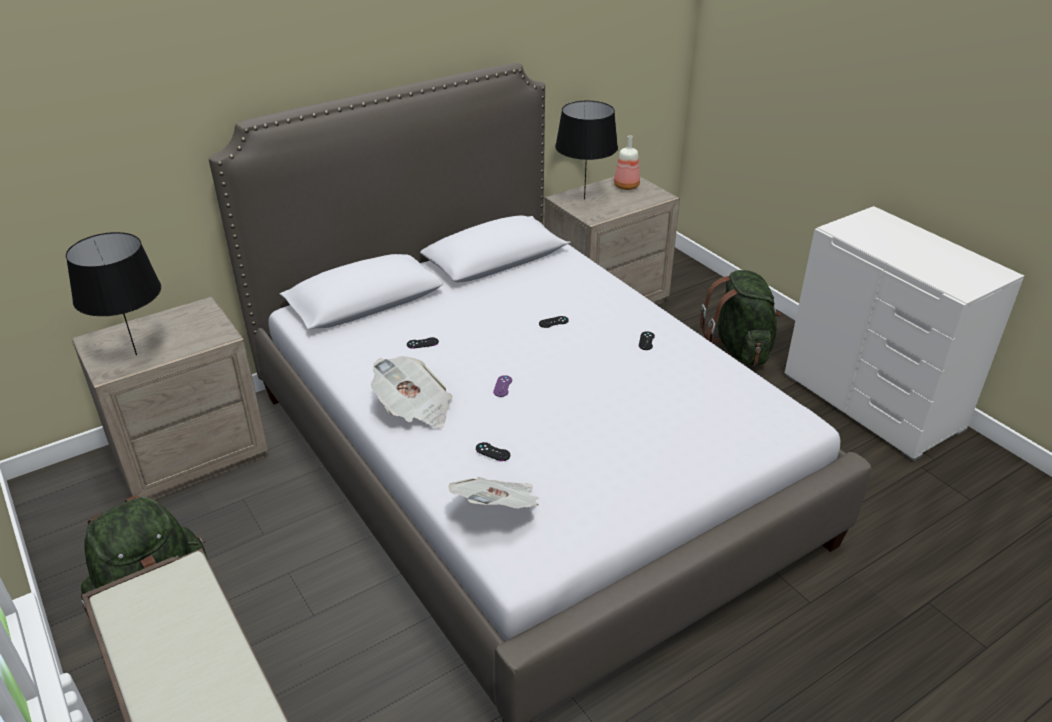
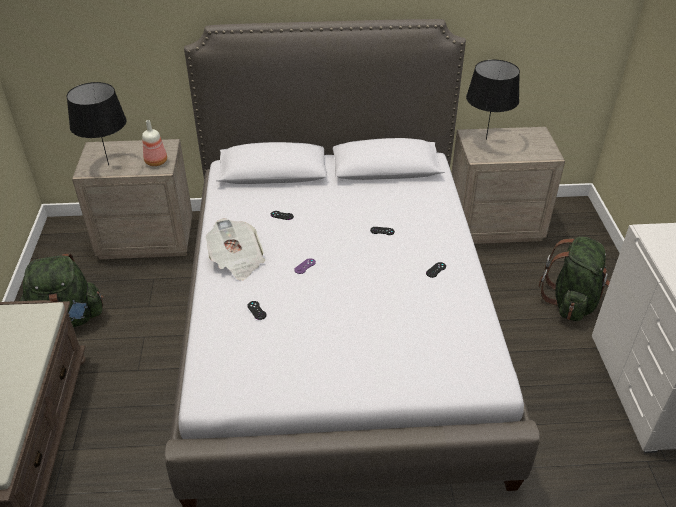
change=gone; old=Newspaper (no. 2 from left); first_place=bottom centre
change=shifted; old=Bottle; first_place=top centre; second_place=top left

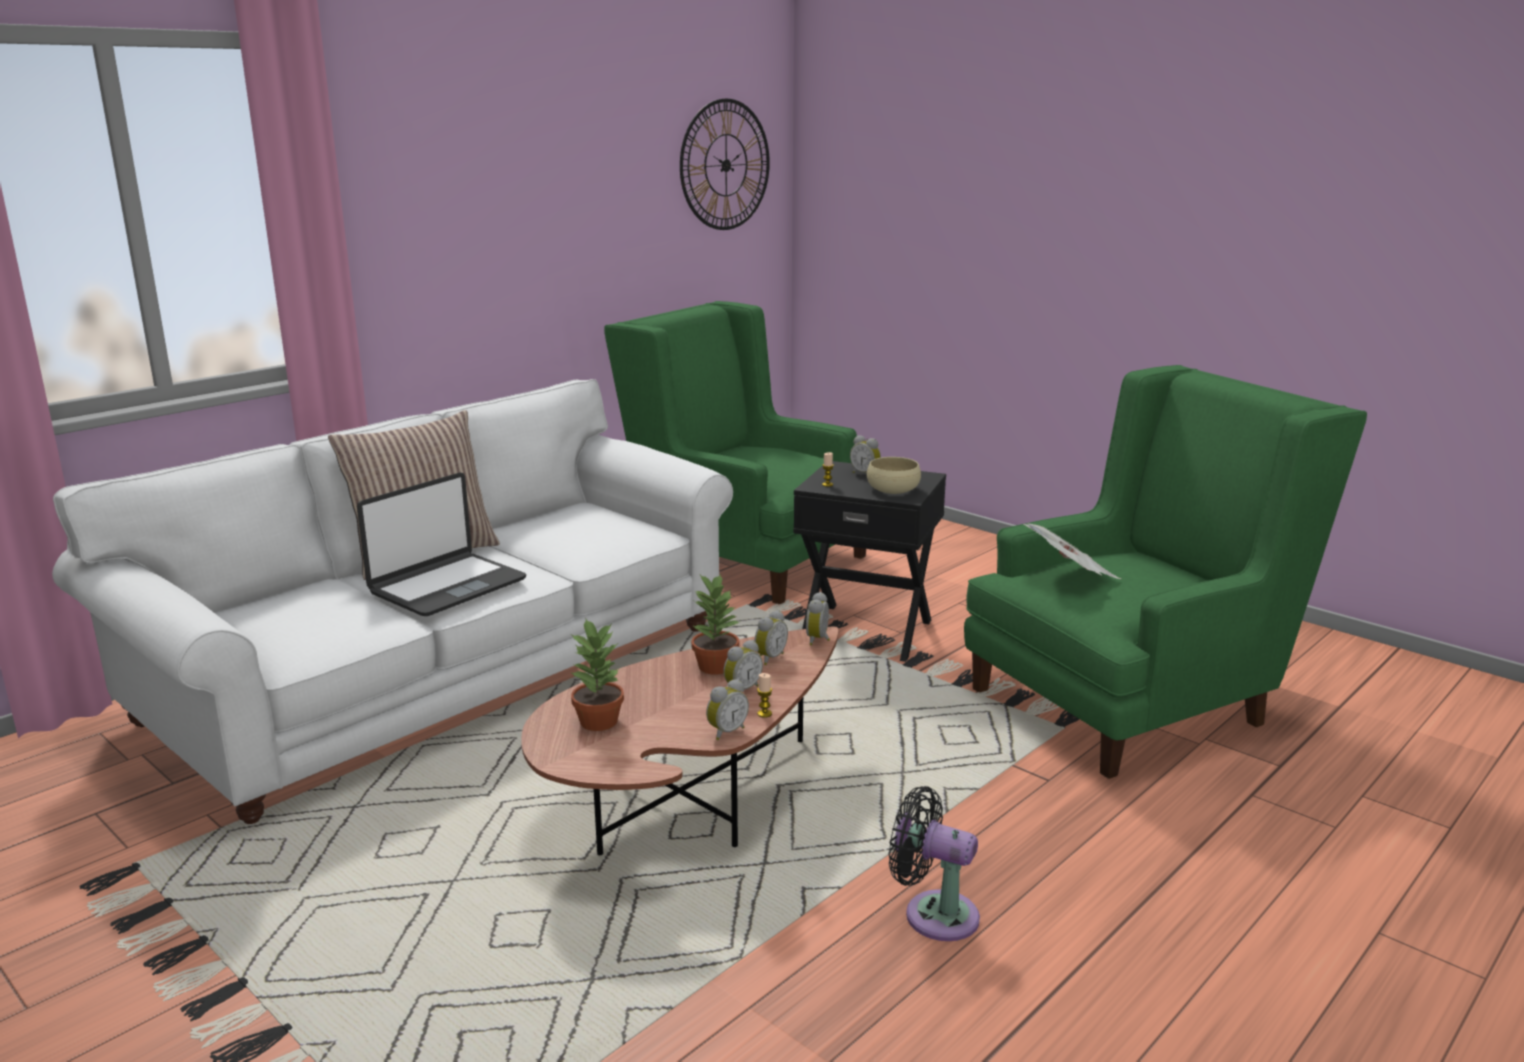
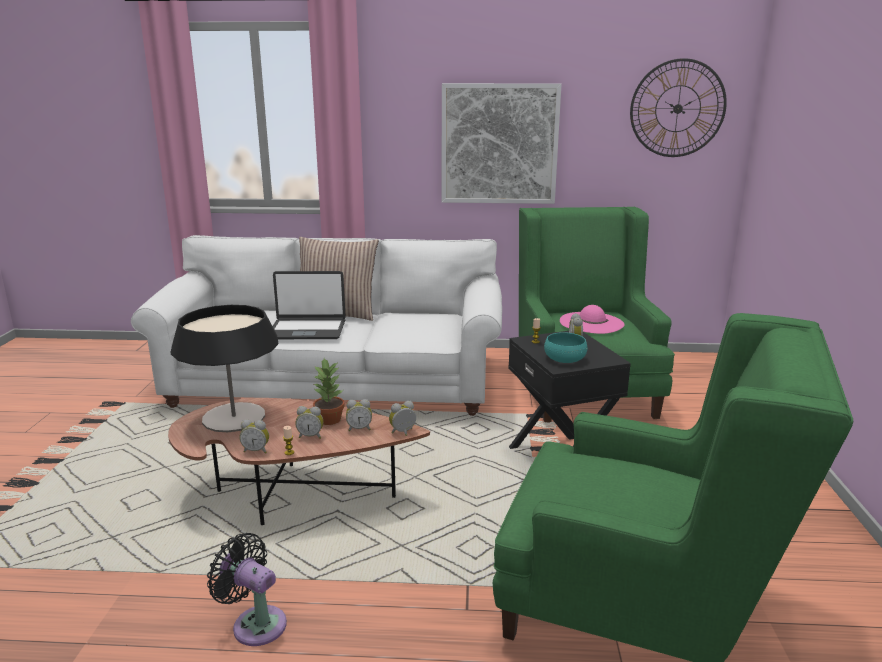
change=gone; old=Newspaper; first_place=middle right
change=new; new=Picture; second_place=top centre
change=new; new=PinkHat; second_place=middle right
change=swapped; old=PottedPlant (no. 1 from left); new=TableLamp; first_place=centre; second_place=middle left
change=repainted; old=BeigeBowl; new=TurquoiseBowl; first_place=centre; second_place=centre
change=rotated; old=BlackFan; first_place=bottom centre; second_place=bottom left; degrees=-45

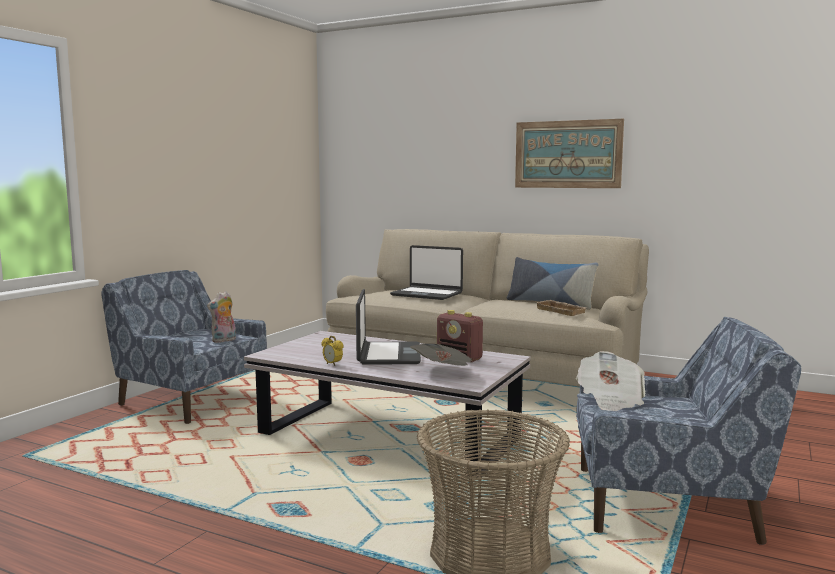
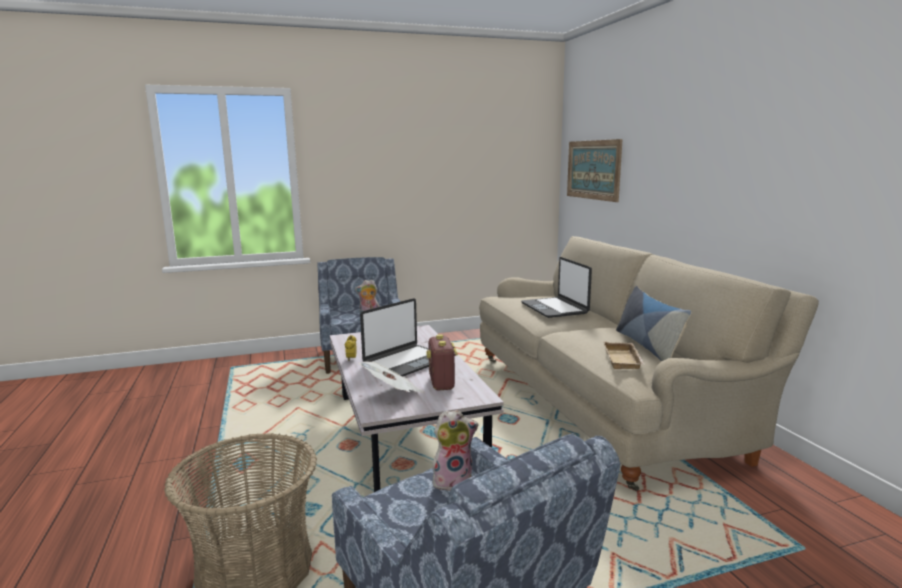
change=shifted; old=Picture; first_place=top right; second_place=top centre
change=swapped; old=Newspaper (no. 2 from left); new=PlushToy (no. 2 from left); first_place=middle right; second_place=bottom centre

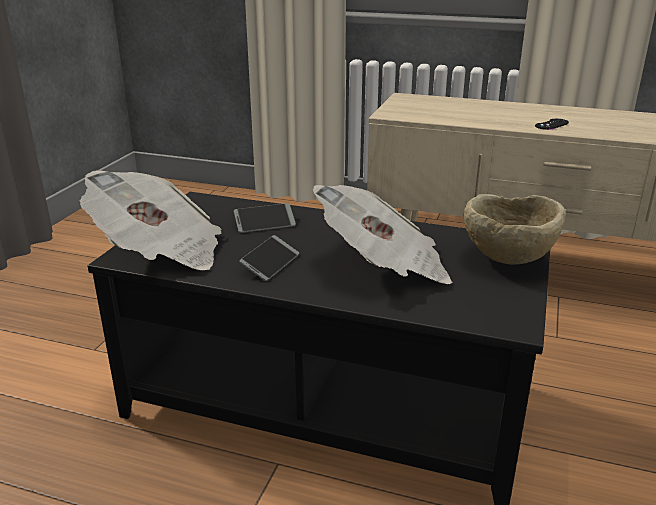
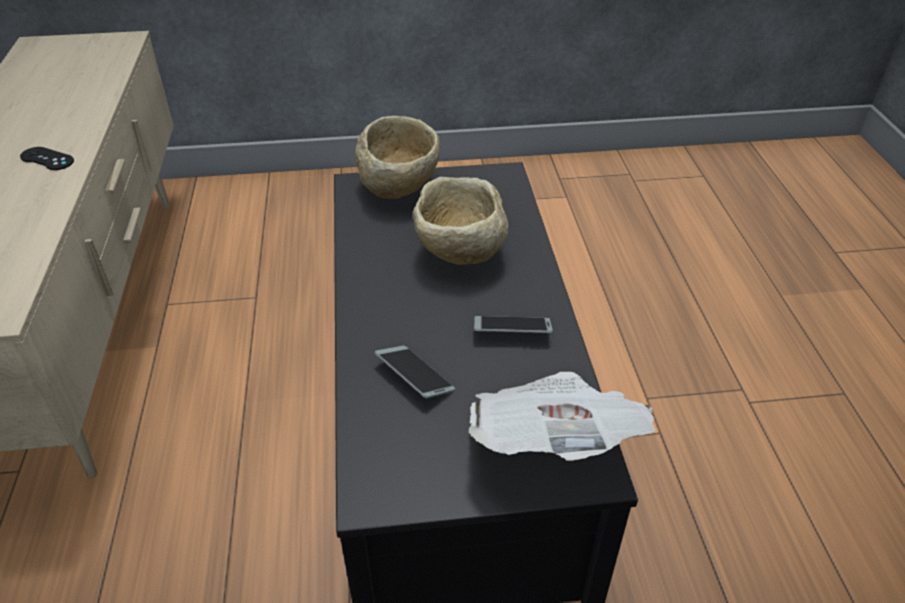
change=swapped; old=Newspaper (no. 2 from left); new=BeigeBowl (no. 2 from left); first_place=centre; second_place=centre

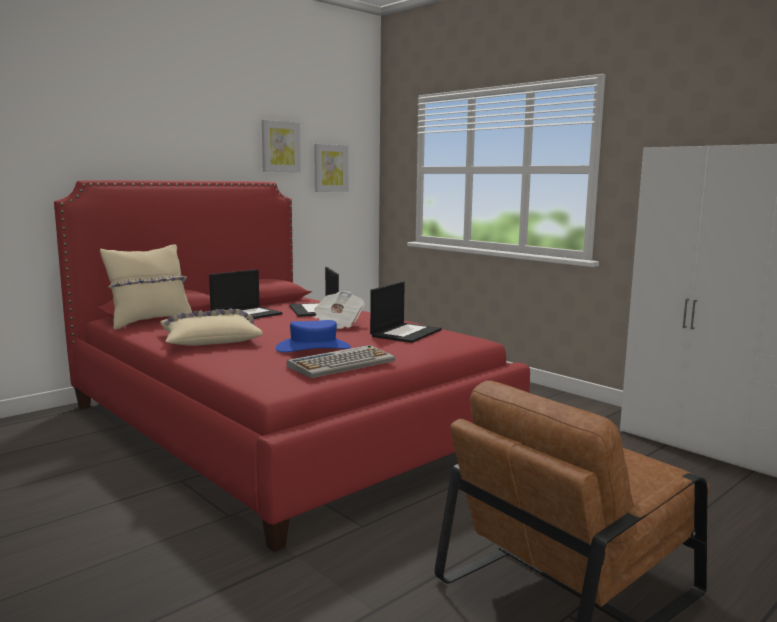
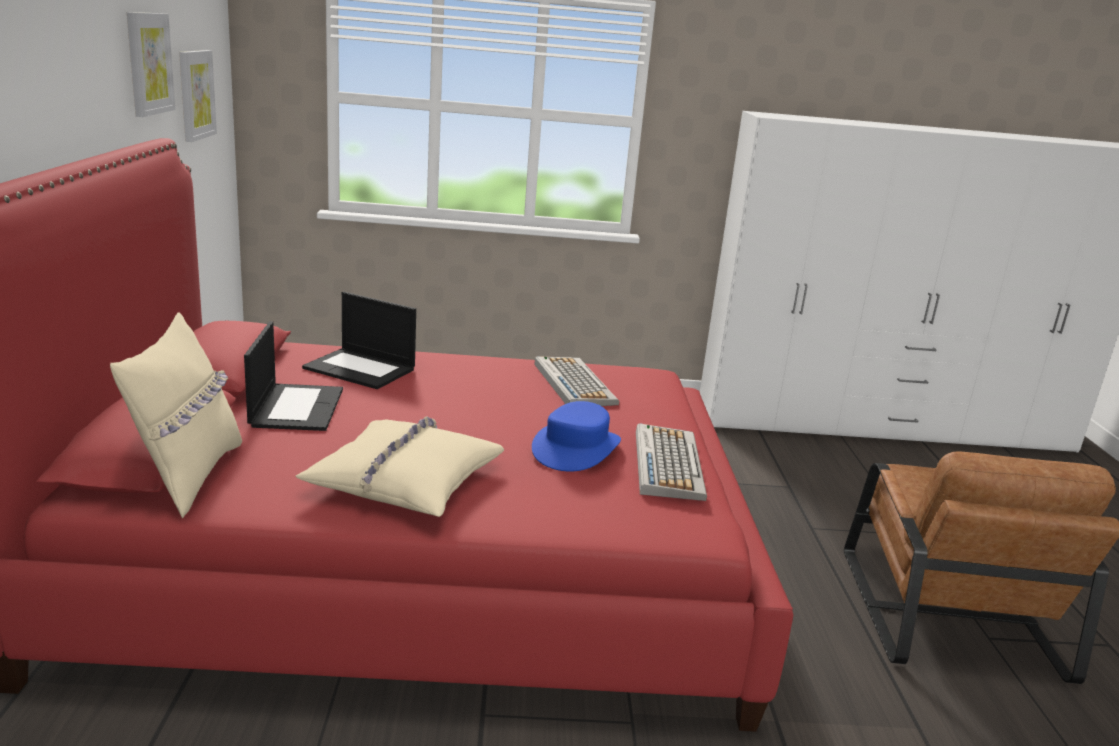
change=gone; old=Newspaper; first_place=centre
change=swapped; old=Laptop (no. 3 from left); new=Keyboard (no. 1 from left); first_place=centre; second_place=centre

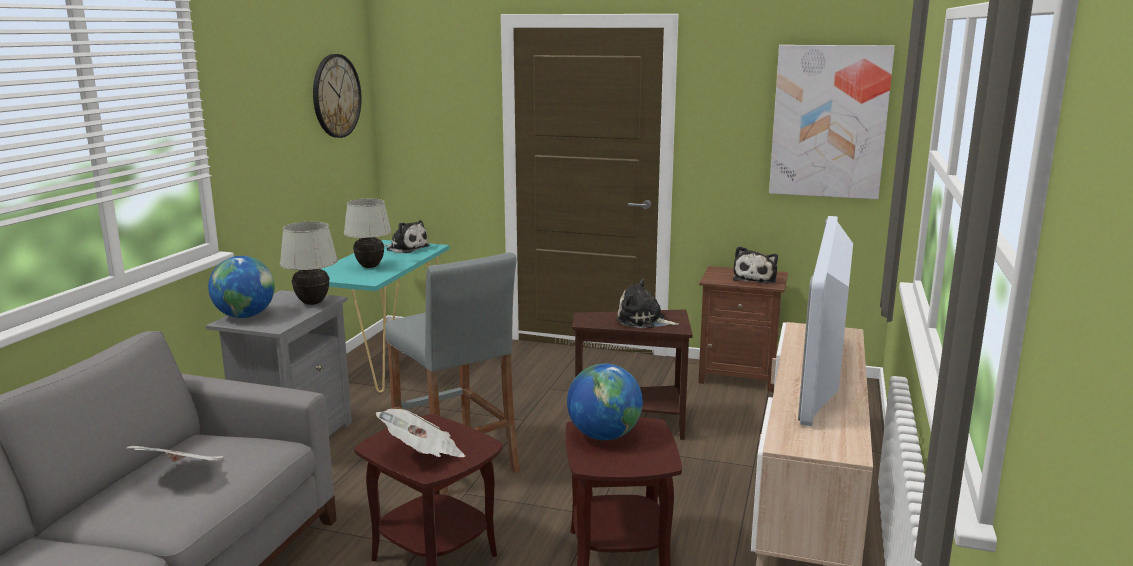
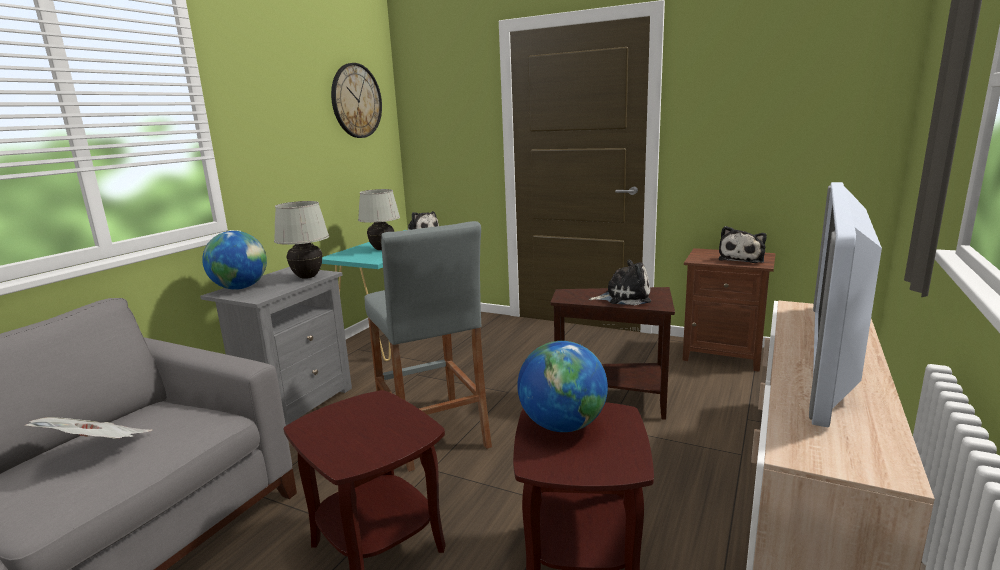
change=gone; old=Newspaper (no. 2 from left); first_place=bottom centre
change=gone; old=Picture; first_place=top right
change=rotated; old=PlushToy (no. 2 from left); first_place=centre; second_place=centre; degrees=150

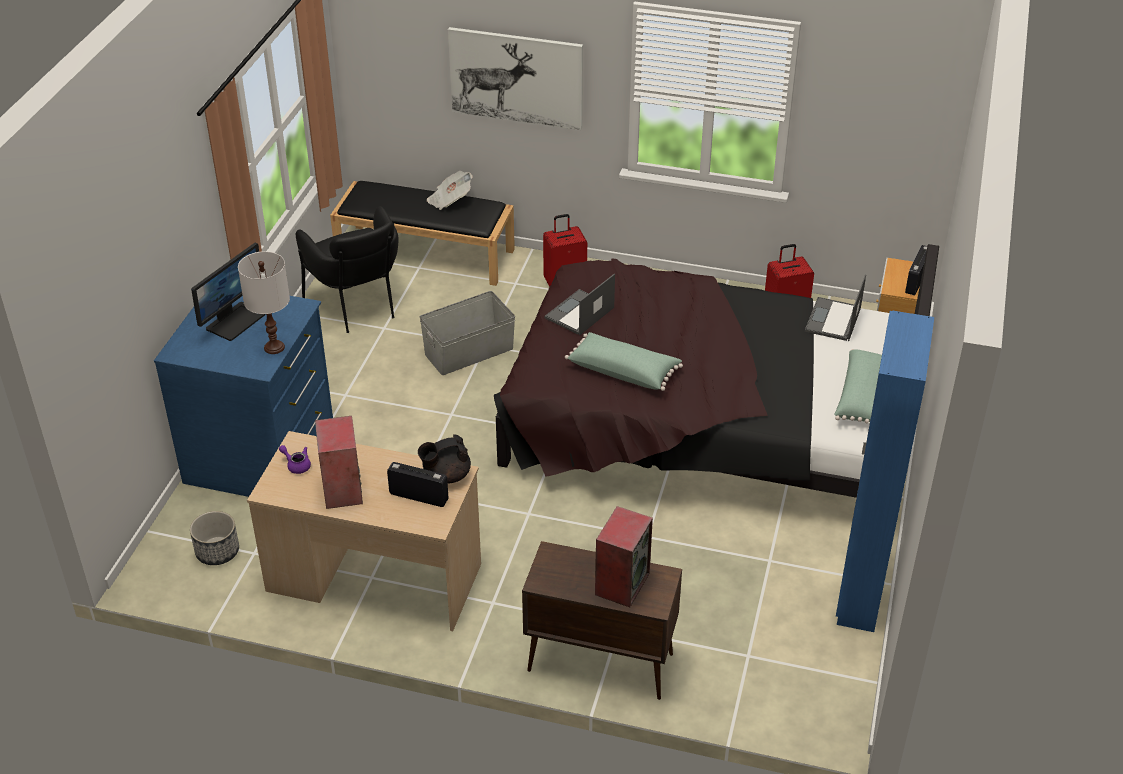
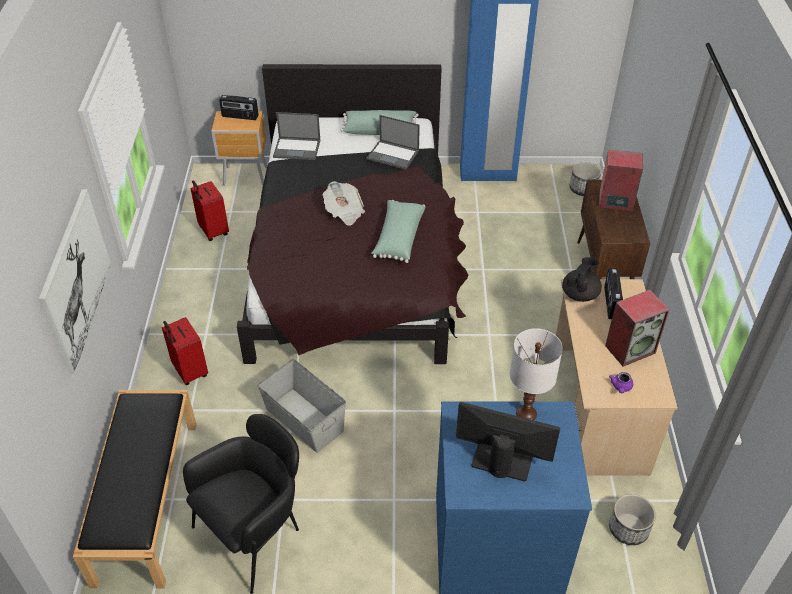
change=new; new=Planter (no. 1 from left); second_place=top right
change=shifted; old=Newspaper; first_place=top centre; second_place=centre
change=shifted; old=Laptop (no. 1 from left in the first image); new=Laptop (no. 2 from left); first_place=centre; second_place=top centre
change=rotated; old=BlackTeapot; first_place=centre; second_place=middle right; degrees=-105

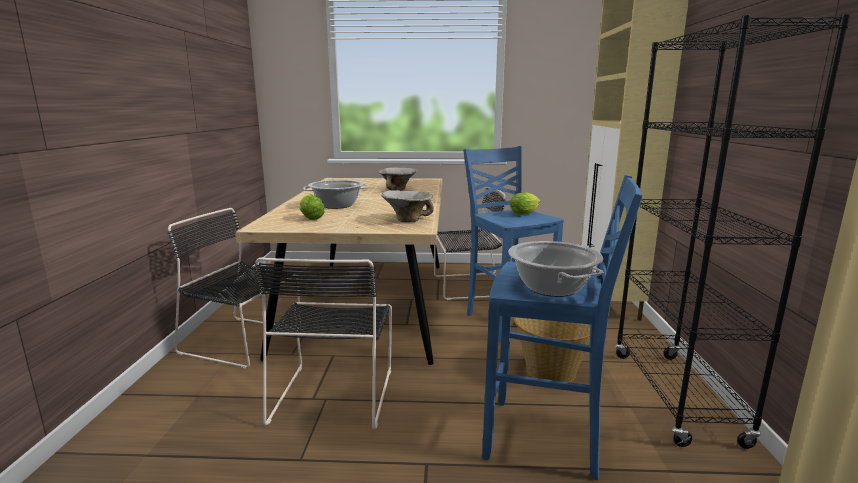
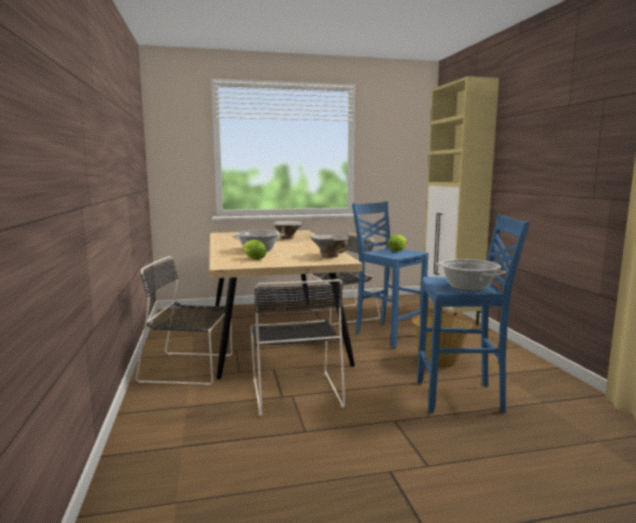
change=gone; old=BlackBookcase; first_place=middle right

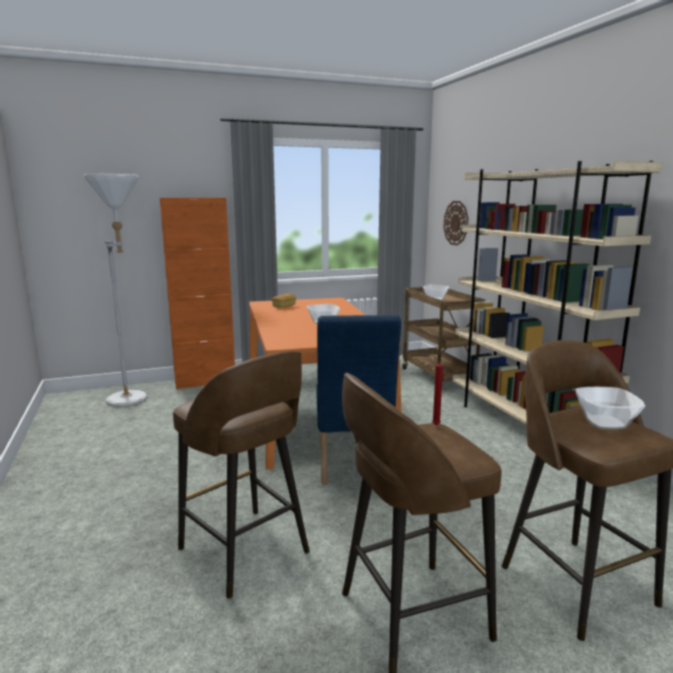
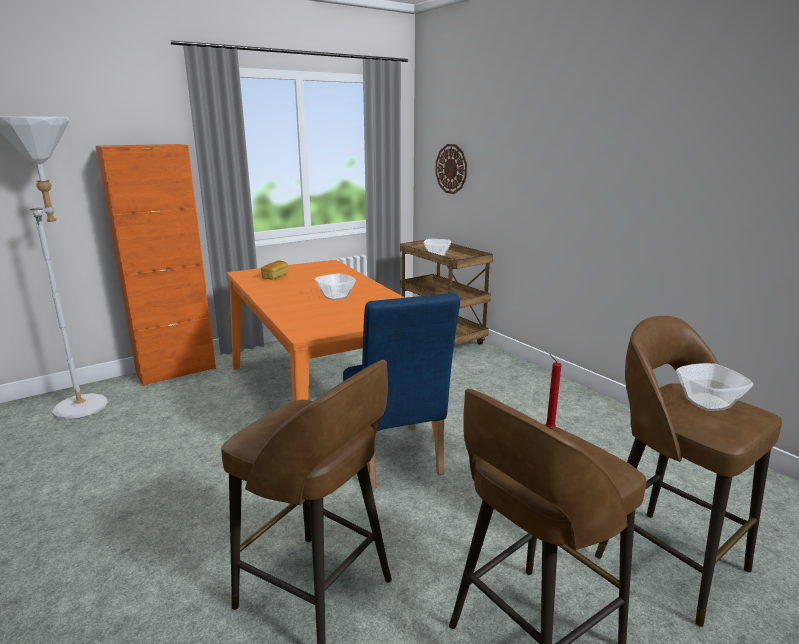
change=gone; old=BeigeBookcase; first_place=middle right

